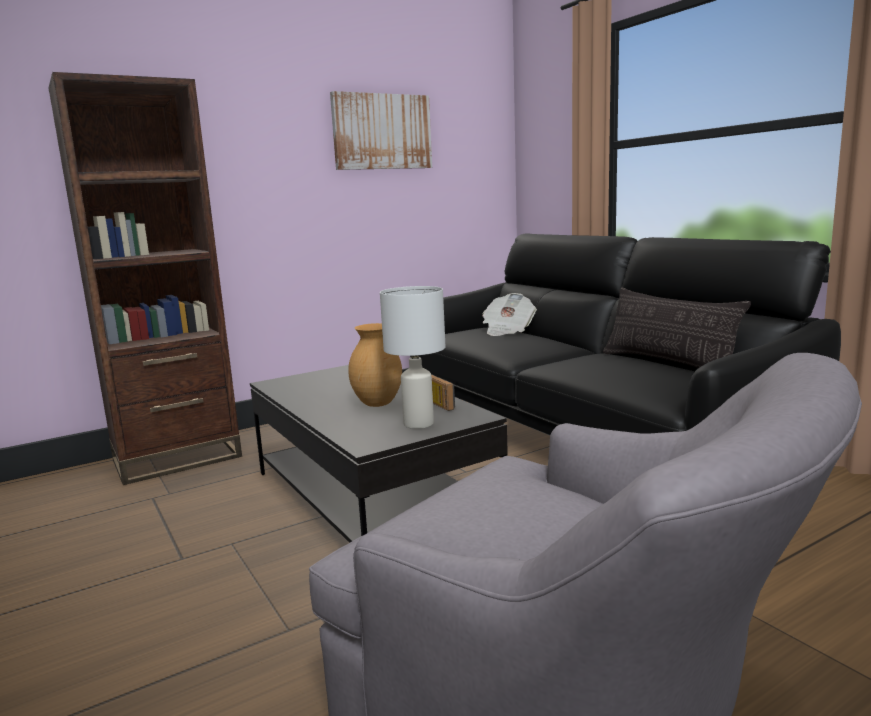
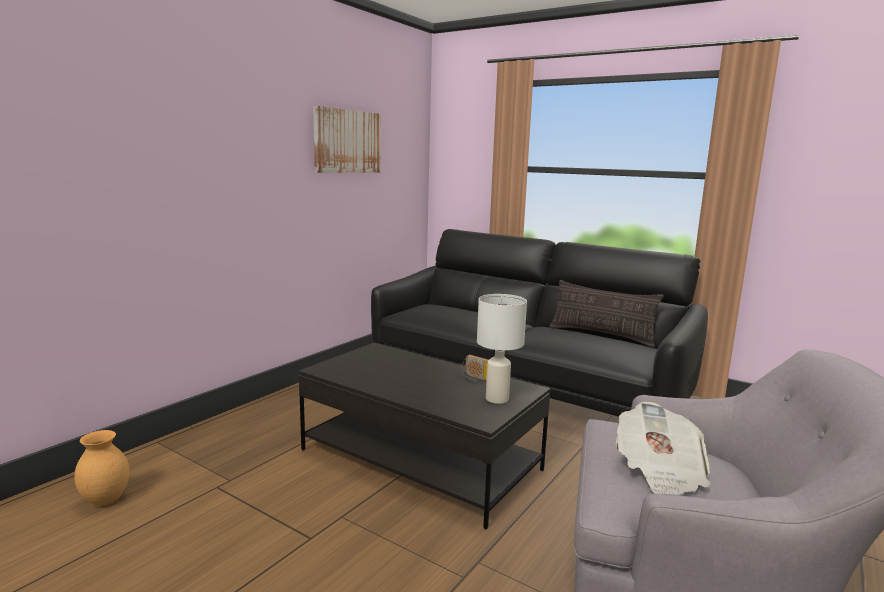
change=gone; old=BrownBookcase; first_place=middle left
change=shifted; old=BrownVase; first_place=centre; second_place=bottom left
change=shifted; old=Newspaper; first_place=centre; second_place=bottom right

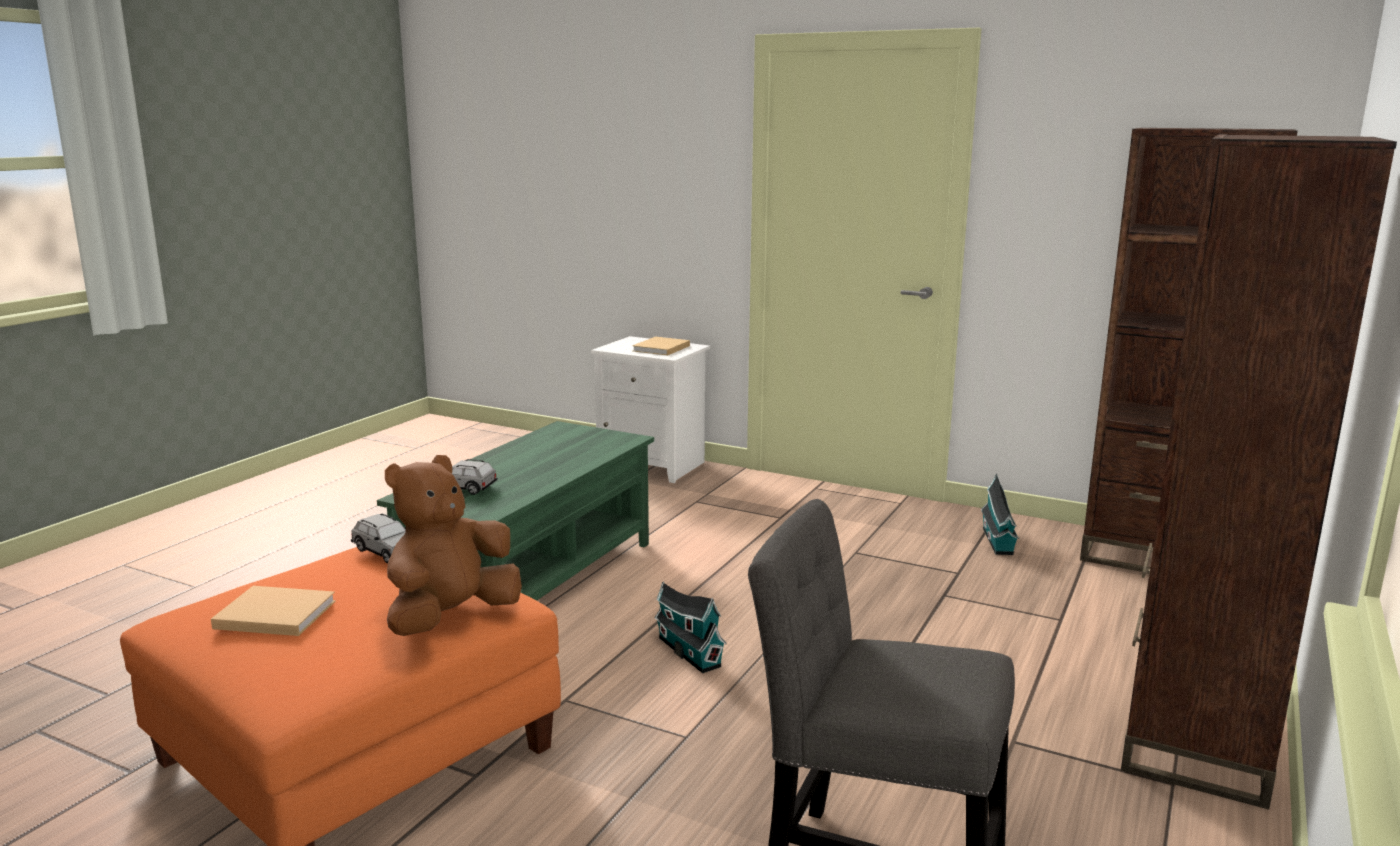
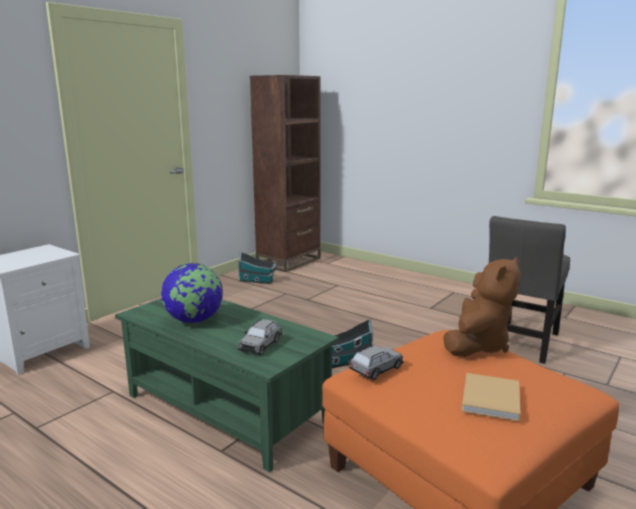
change=gone; old=BeigeBook (no. 2 from left); first_place=centre
change=gone; old=BrownBookcase (no. 2 from left); first_place=middle right
change=new; new=Globe; second_place=middle left
change=rotated; old=BrownPlushToy; first_place=middle left; second_place=middle right; degrees=-105

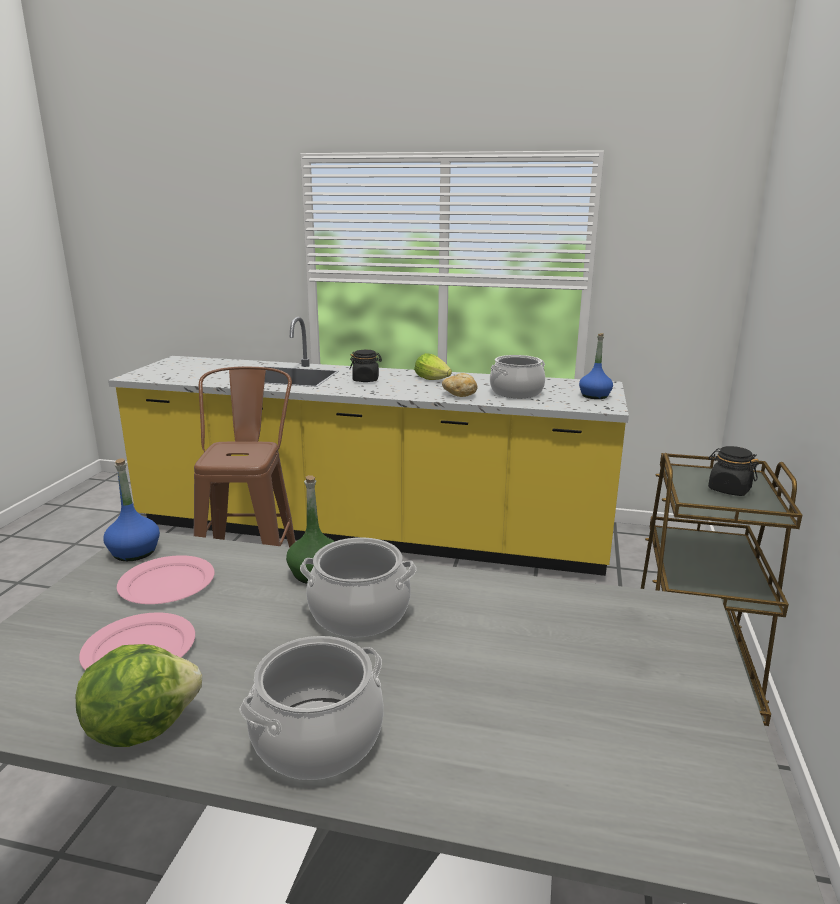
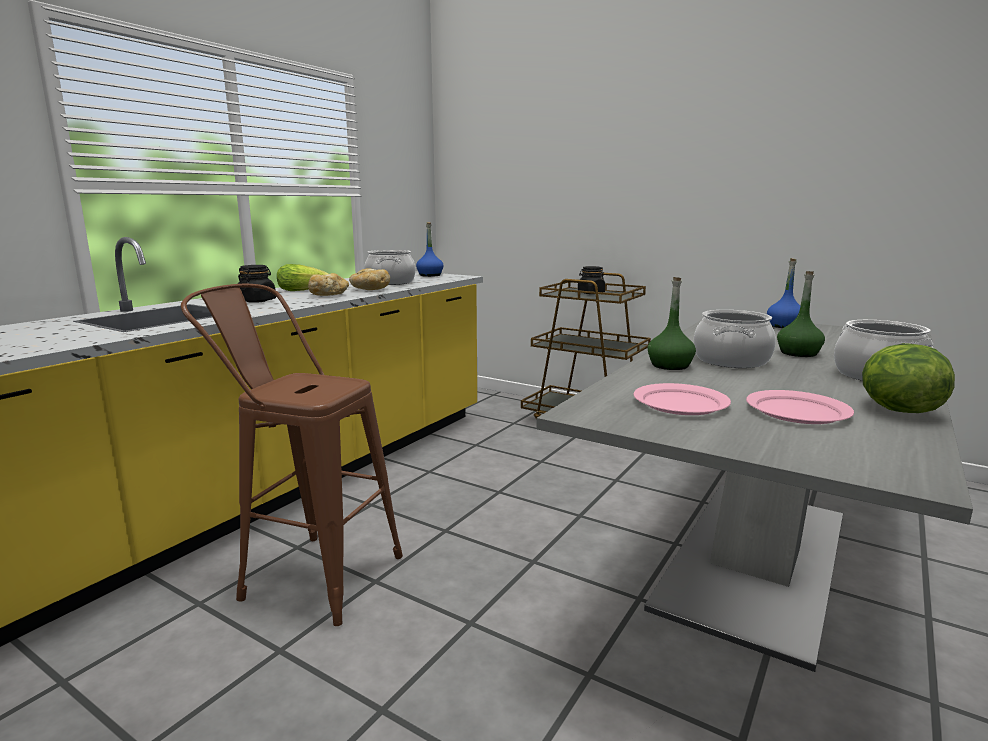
change=new; new=Bread (no. 1 from left); second_place=middle left
change=new; new=GreenBottle (no. 2 from left); second_place=middle right
change=shifted; old=BlueBottle (no. 1 from left in the first image); new=BlueBottle (no. 2 from left); first_place=middle left; second_place=middle right

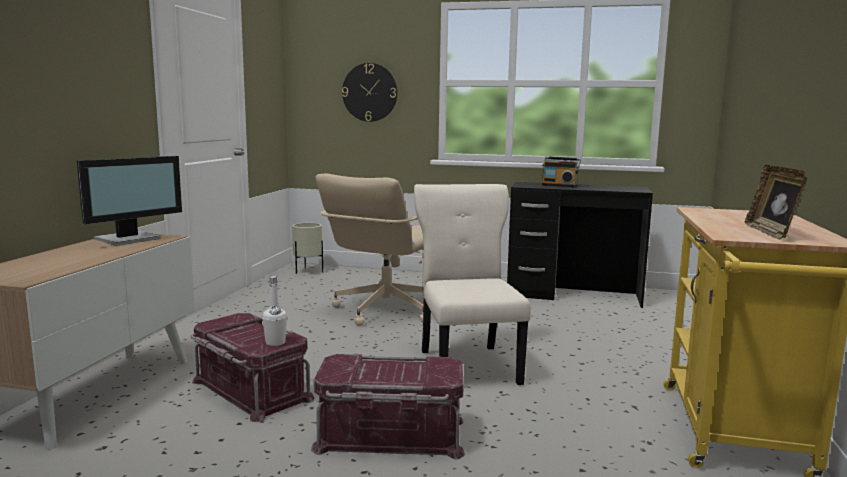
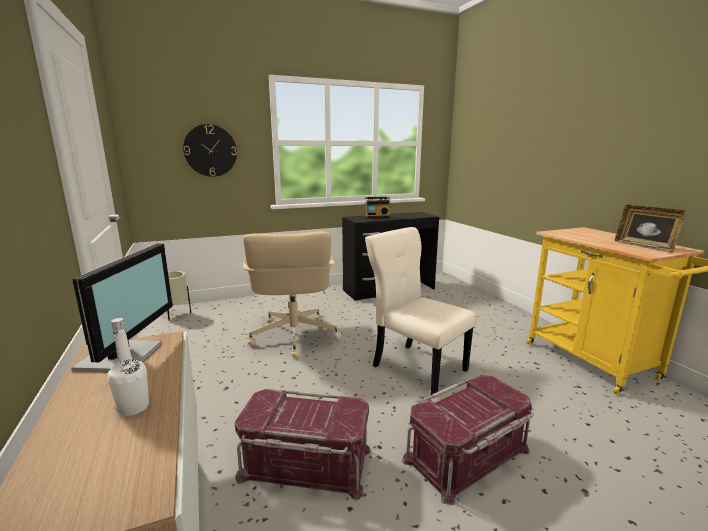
change=shifted; old=WhiteBottle; first_place=middle left; second_place=bottom left

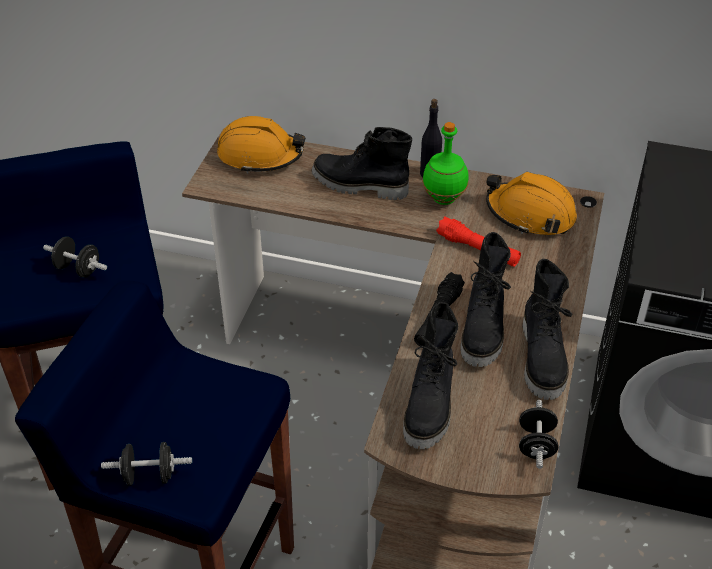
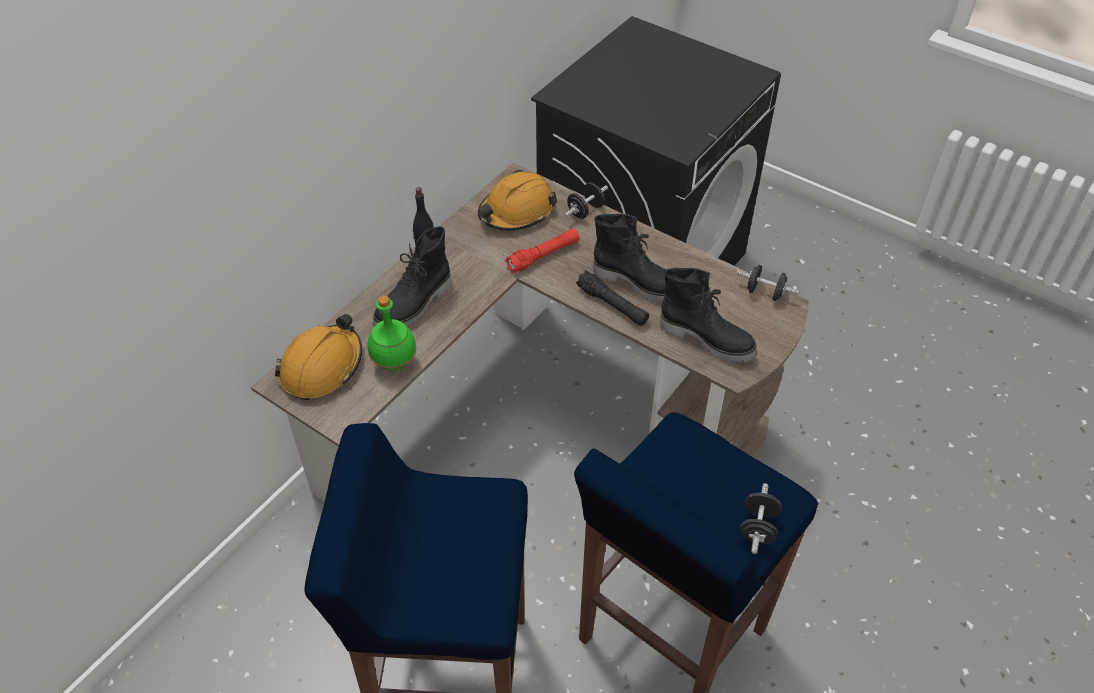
change=gone; old=BlackBoot (no. 4 from left); first_place=middle right
change=shifted; old=BlackDumbbell (no. 1 from left); first_place=middle left; second_place=top centre
change=shifted; old=GreenBottle; first_place=top centre; second_place=centre

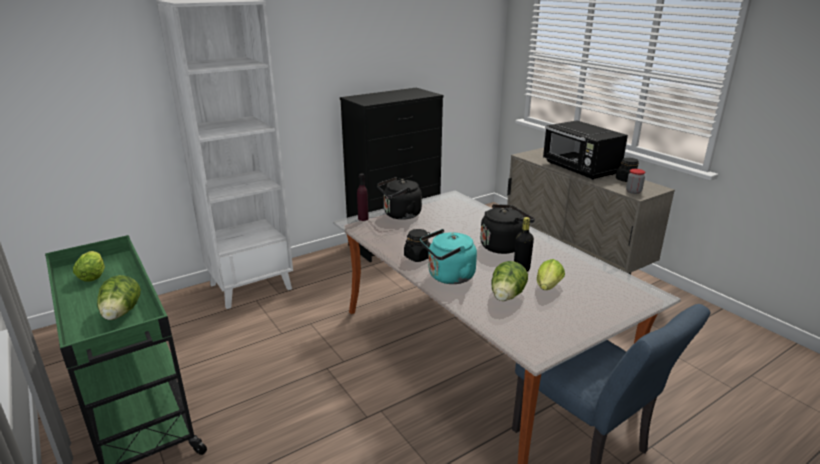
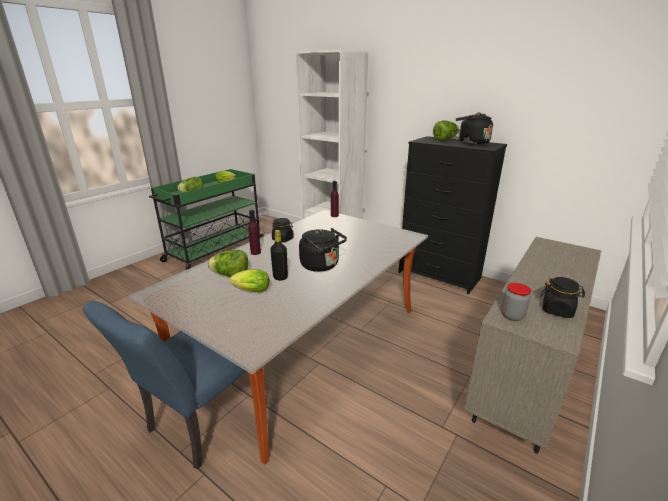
change=gone; old=BlackMicrowave; first_place=top right
change=new; new=Lettuce (no. 5 from left); second_place=top right
change=shifted; old=BlackKettle (no. 1 from left in the first image); new=BlackKettle (no. 2 from left); first_place=centre; second_place=top right
change=swapped; old=TurquoiseKettle; new=PurpleBottle (no. 1 from left); first_place=centre; second_place=centre

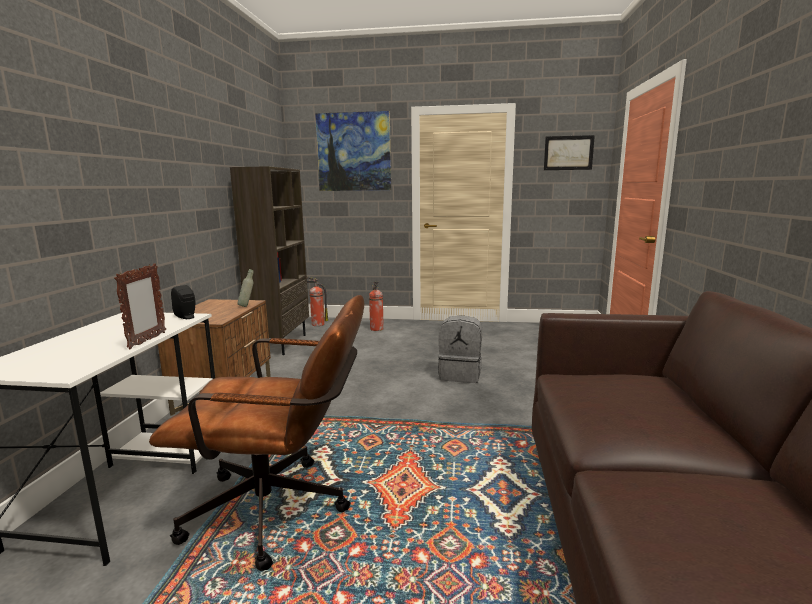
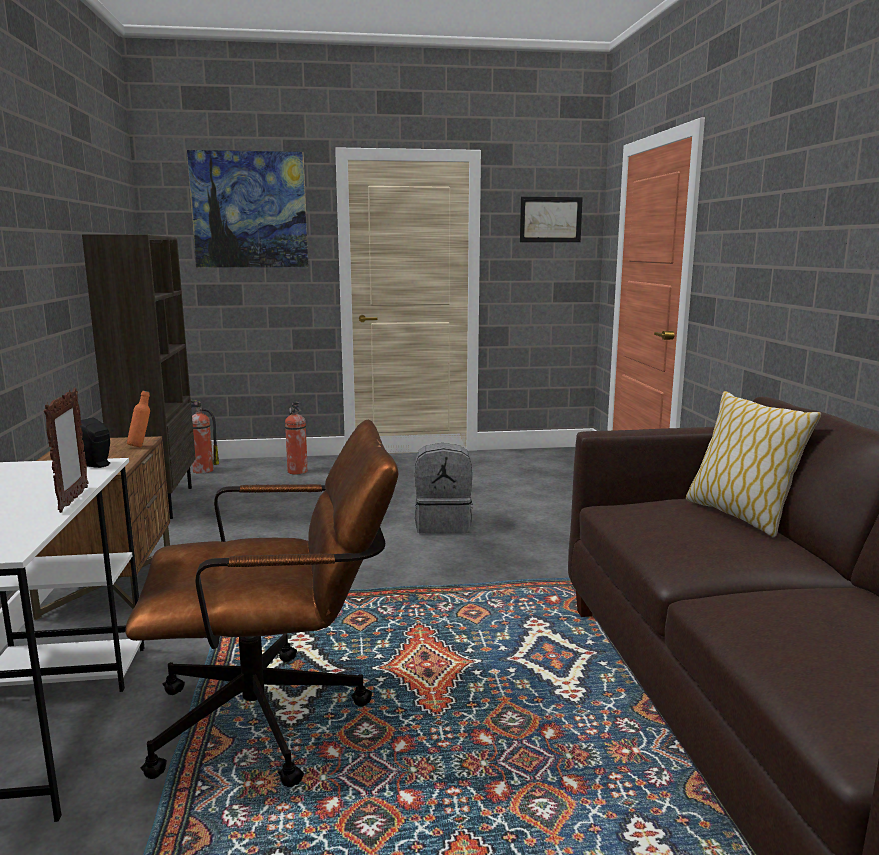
change=new; new=Pillow; second_place=middle right
change=repainted; old=GreyBottle; new=OrangeBottle; first_place=middle left; second_place=middle left

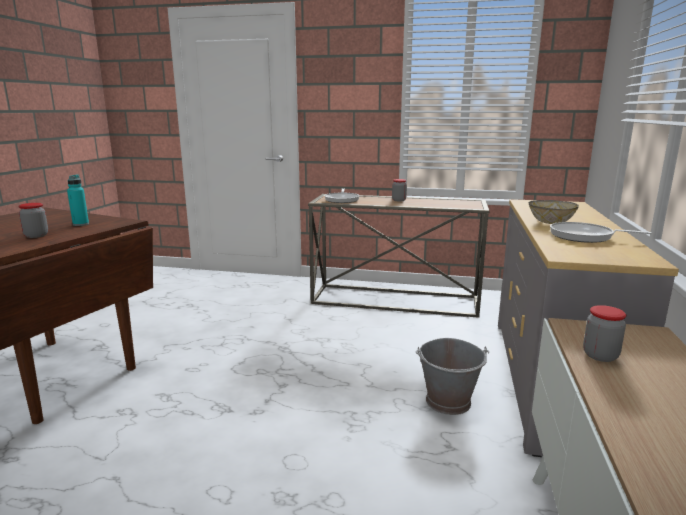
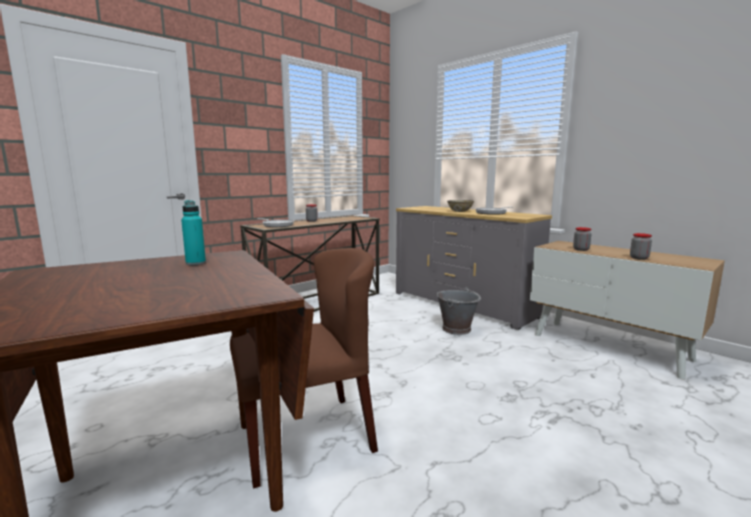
change=new; new=BrownChair; second_place=bottom centre
change=shifted; old=Jar (no. 1 from left in the first image); new=Jar (no. 3 from left); first_place=middle left; second_place=middle right

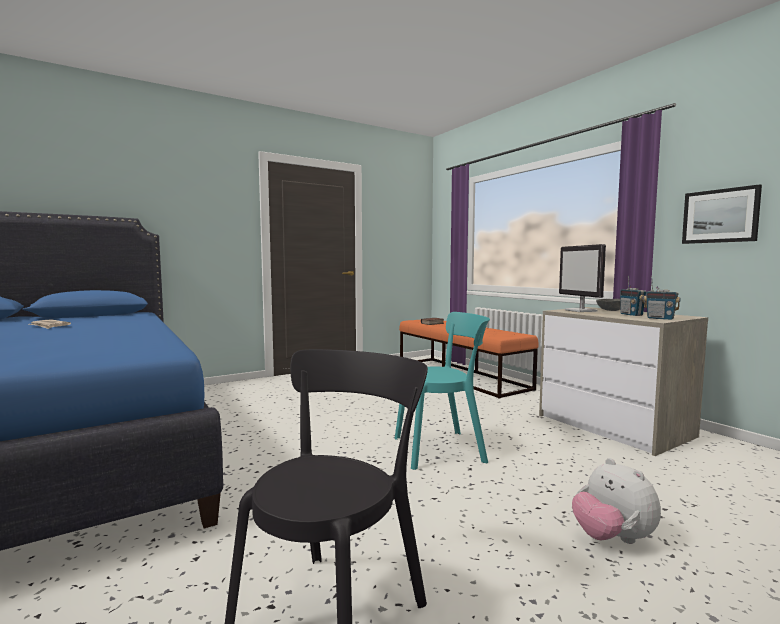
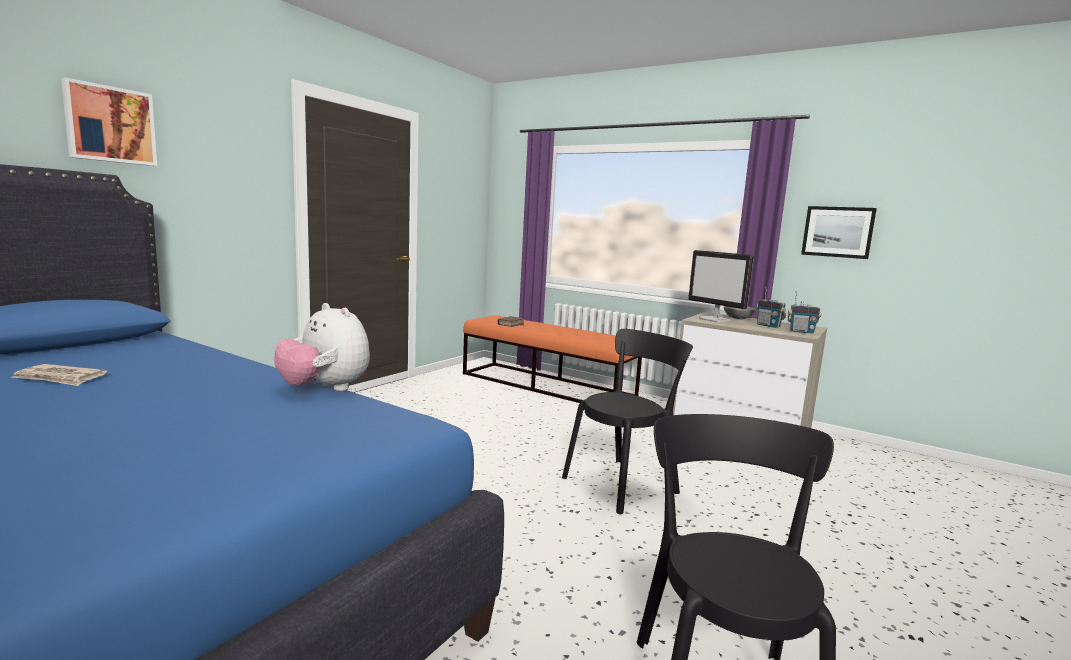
change=new; new=Picture (no. 1 from left); second_place=top left
change=shifted; old=PlushToy; first_place=bottom right; second_place=middle left
change=repainted; old=TurquoiseChair; new=BlackChair (no. 1 from left); first_place=centre; second_place=centre

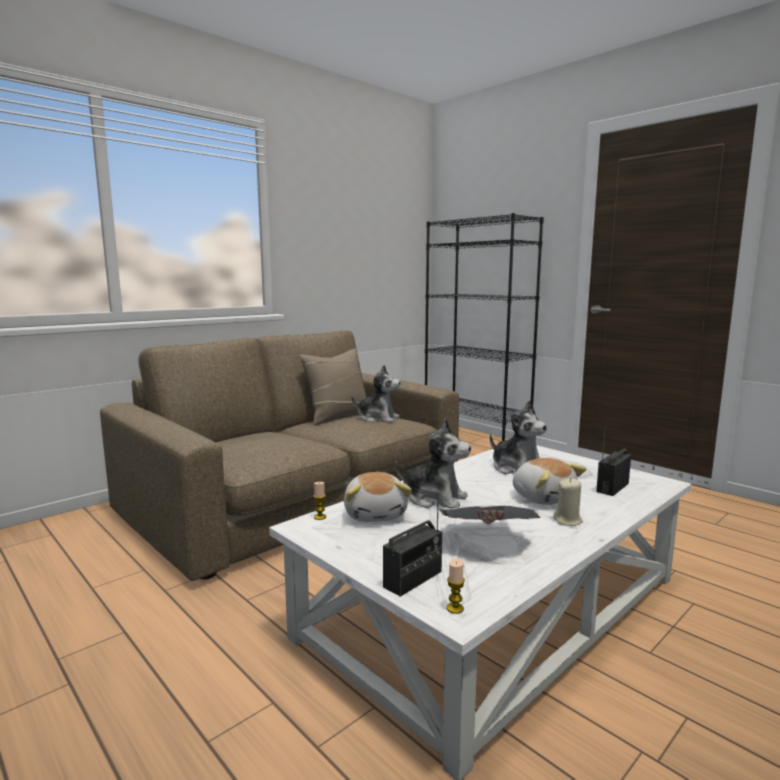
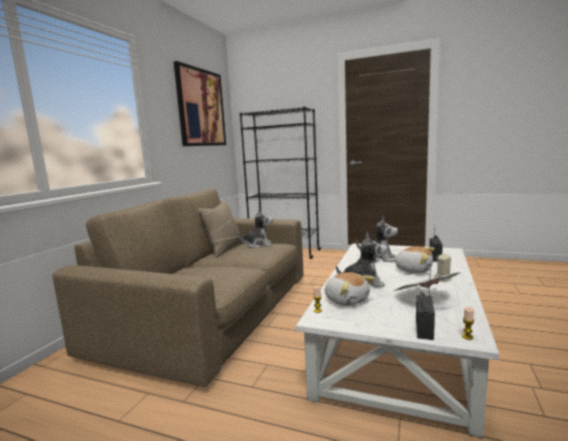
change=new; new=Picture; second_place=top centre

